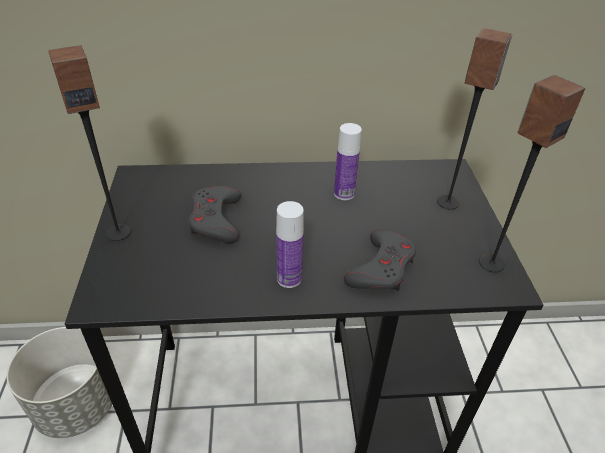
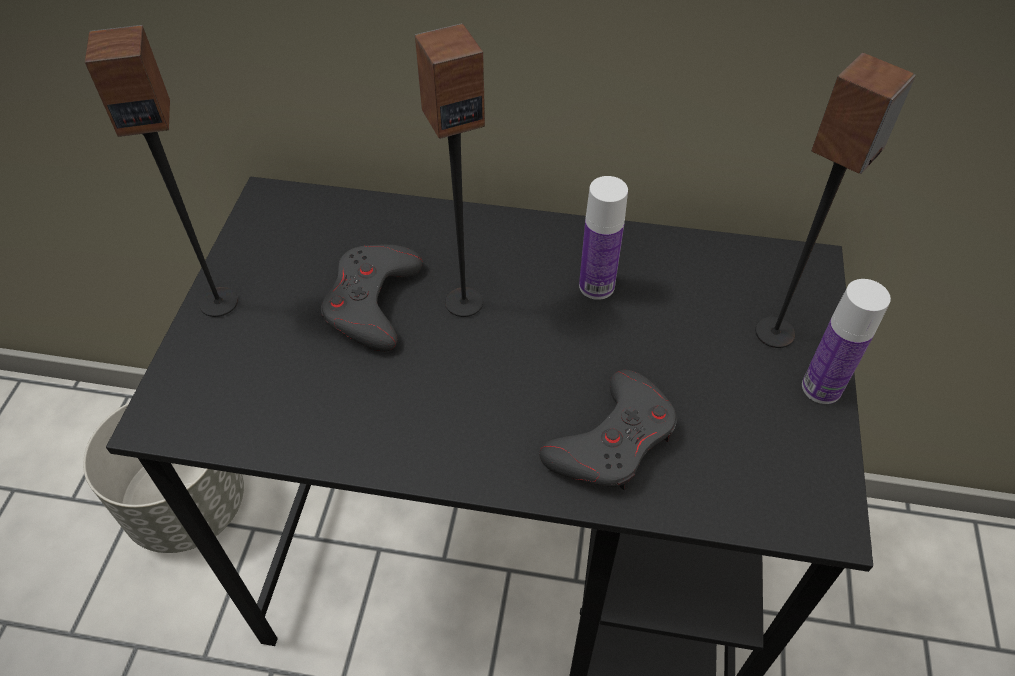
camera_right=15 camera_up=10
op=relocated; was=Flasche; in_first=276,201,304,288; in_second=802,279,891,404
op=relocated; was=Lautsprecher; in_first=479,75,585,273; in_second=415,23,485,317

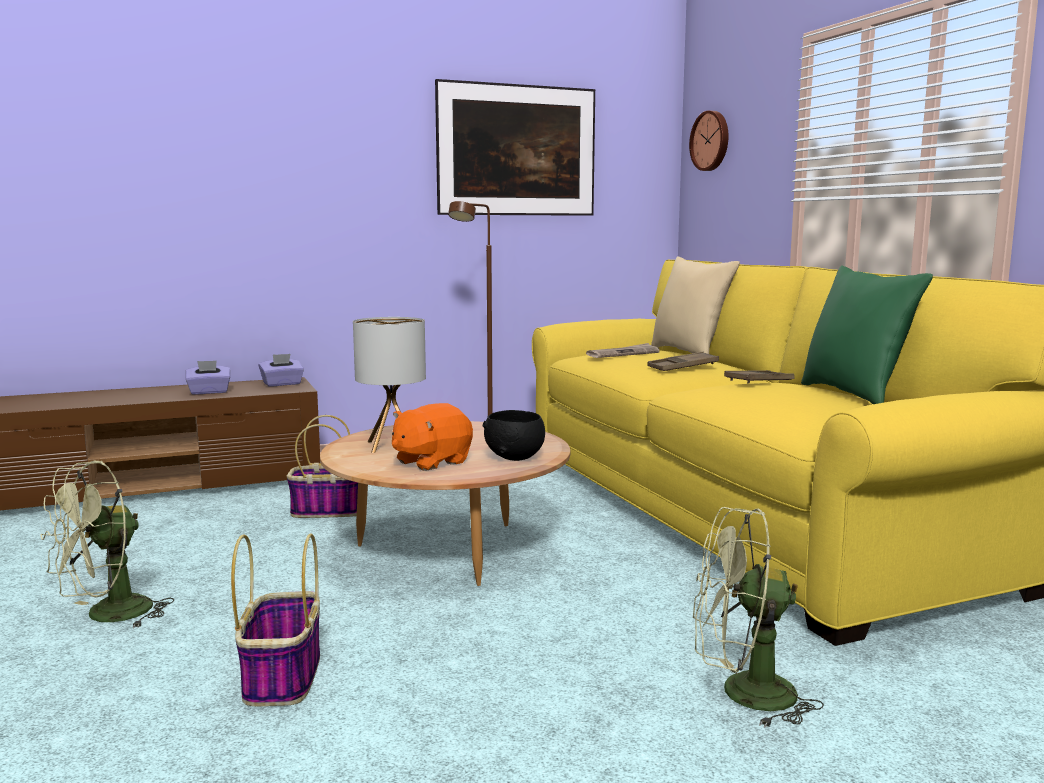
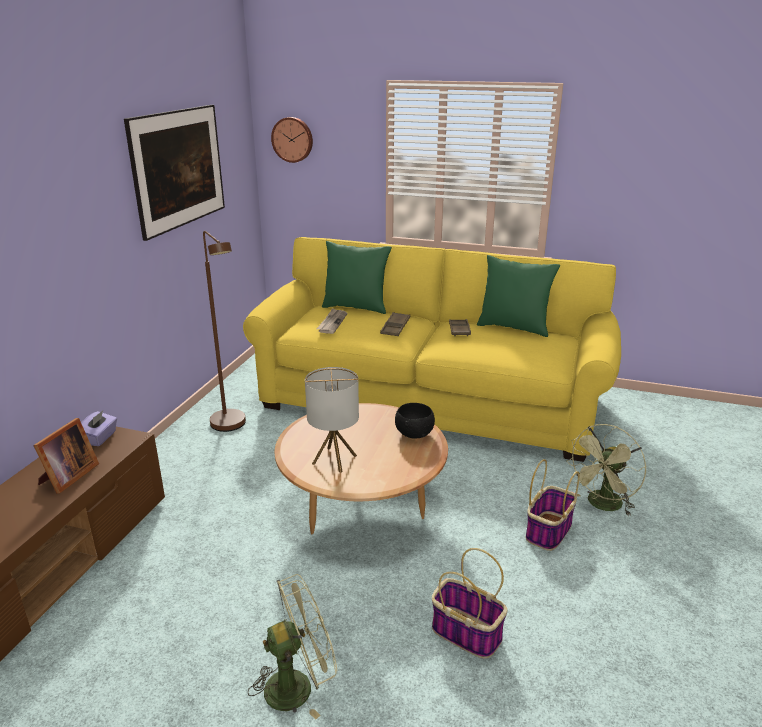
camera_right=-50 camera_up=15
op=spun; was=Ventilator [grün]; in_first=41,461,174,629; in_second=248,574,337,719; clockwise=-105
op=exchanged; was=Taschentuchbox [lila]; now=Bilderrahmen; in_first=186,361,230,395; in_second=33,418,99,494
op=relocated; was=Korb; in_first=287,415,358,518; in_second=526,459,580,551
op=missing; was=Plüschtier [orange]; in_first=392,403,473,471
op=colour; was=Kissen [beige]; now=Kissen [grün]; in_first=651,256,740,354; in_second=322,241,392,314

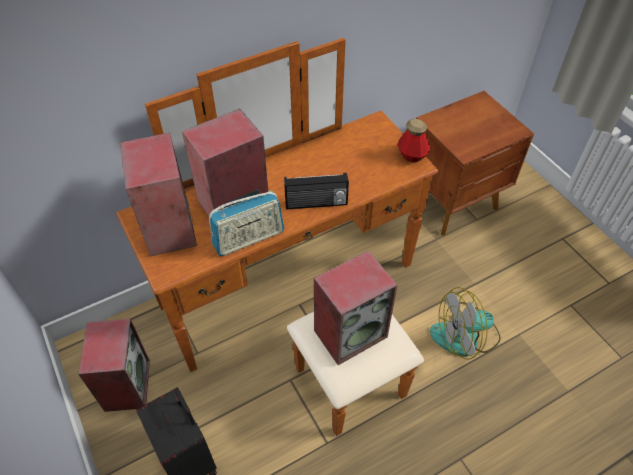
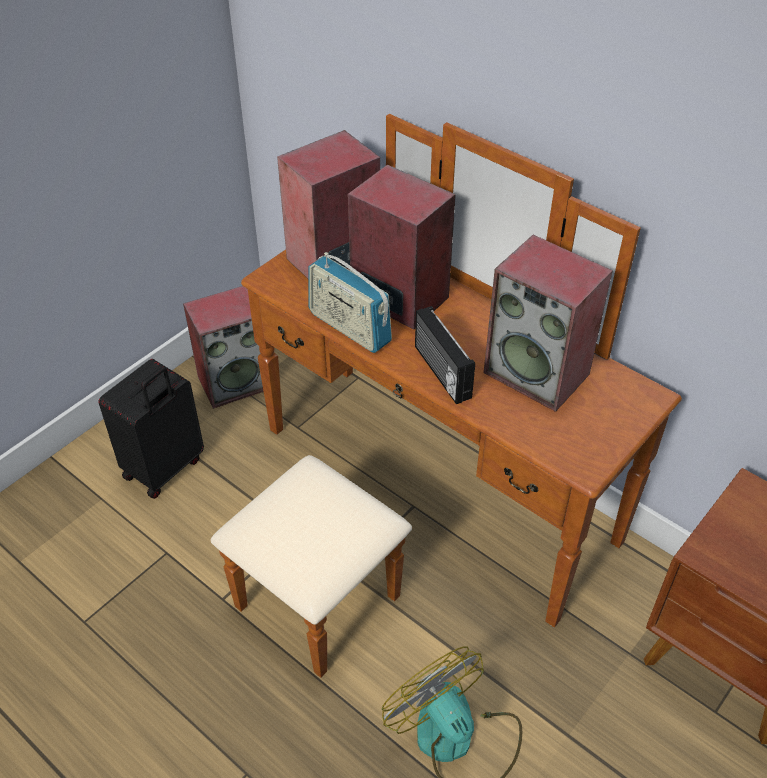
camera_right=70 camera_up=-5
op=relocated; was=Lautsprecher; in_first=314,250,397,365; in_second=484,235,613,412
op=missing; was=Flasche; in_first=397,119,430,162

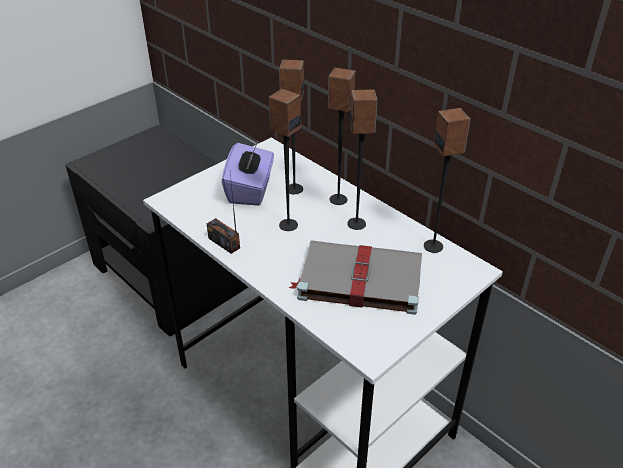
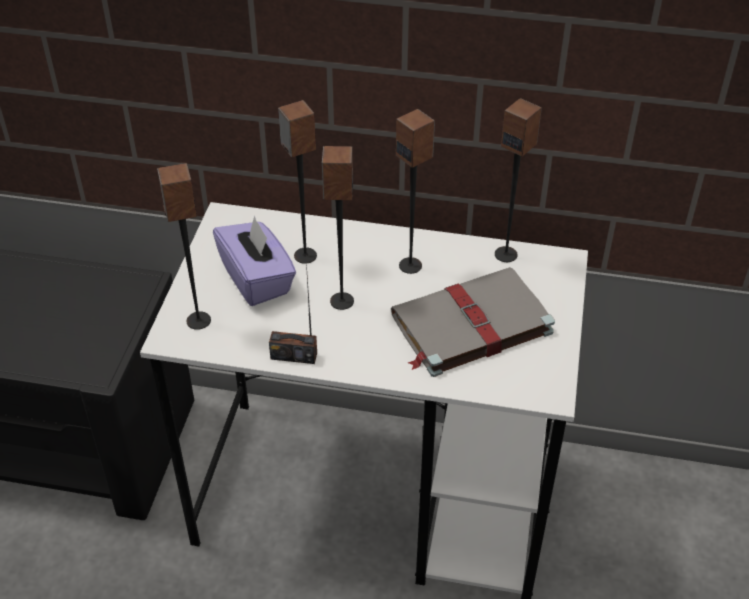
camera_right=-35 camera_up=5
op=relocated; was=Lautsprecher; in_first=328,68,356,205; in_second=157,163,211,330

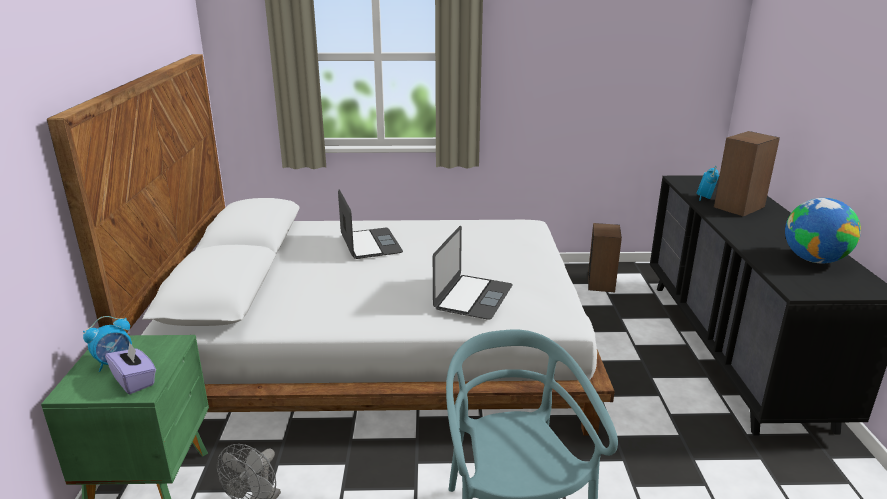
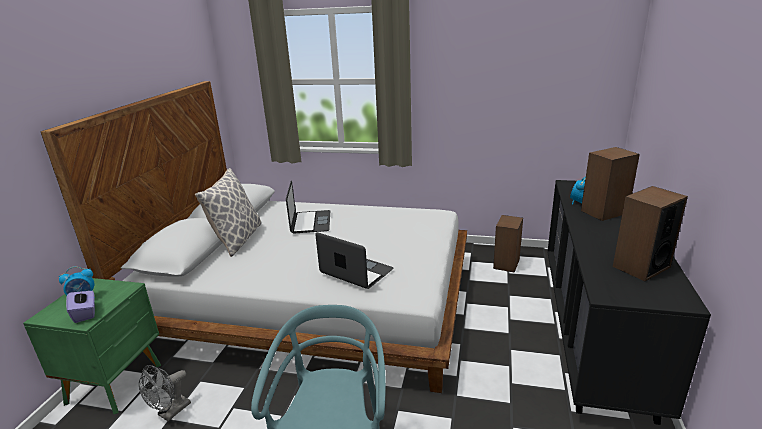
camera_right=15 camera_up=0
op=spun; was=Laptop; in_first=433,226,513,320; in_second=315,232,393,289; clockwise=-90
op=exchanged; was=Globus; now=Lautsprecher; in_first=785,198,861,263; in_second=613,186,688,281
op=appeared; now=Kissen; in_second=195,168,261,257

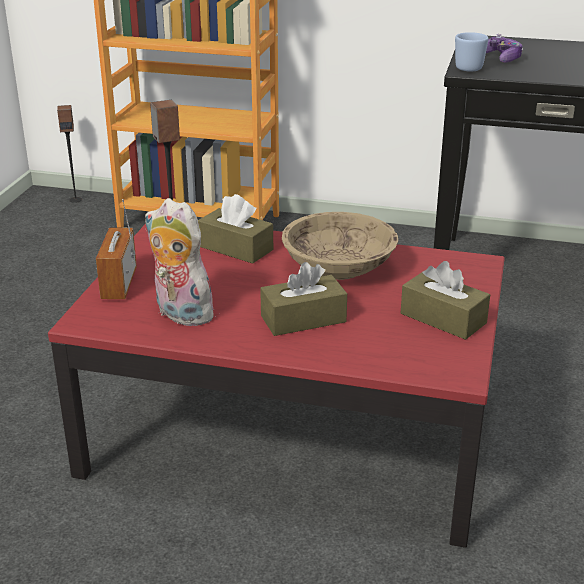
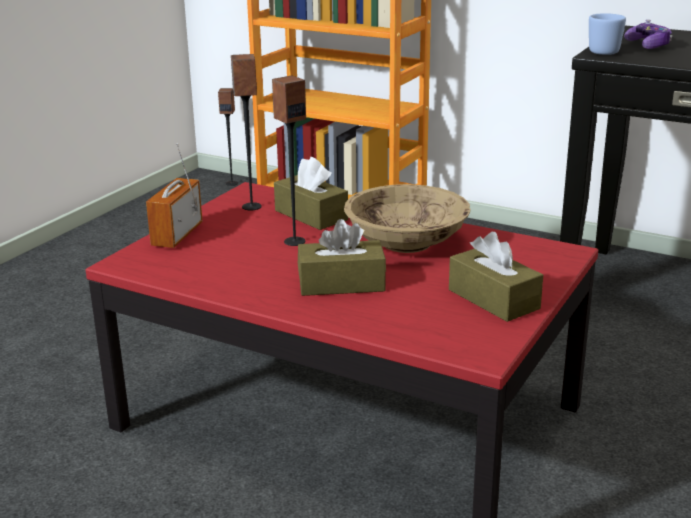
camera_right=15 camera_up=-5
op=missing; was=Plüschtier; in_first=145,198,221,326
op=appeared; now=Lautsprecher; in_second=272,75,306,246

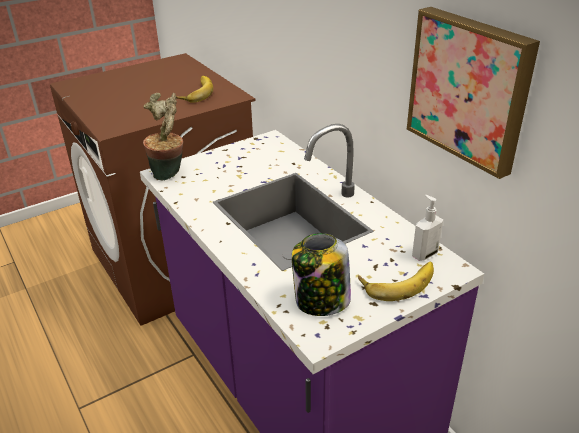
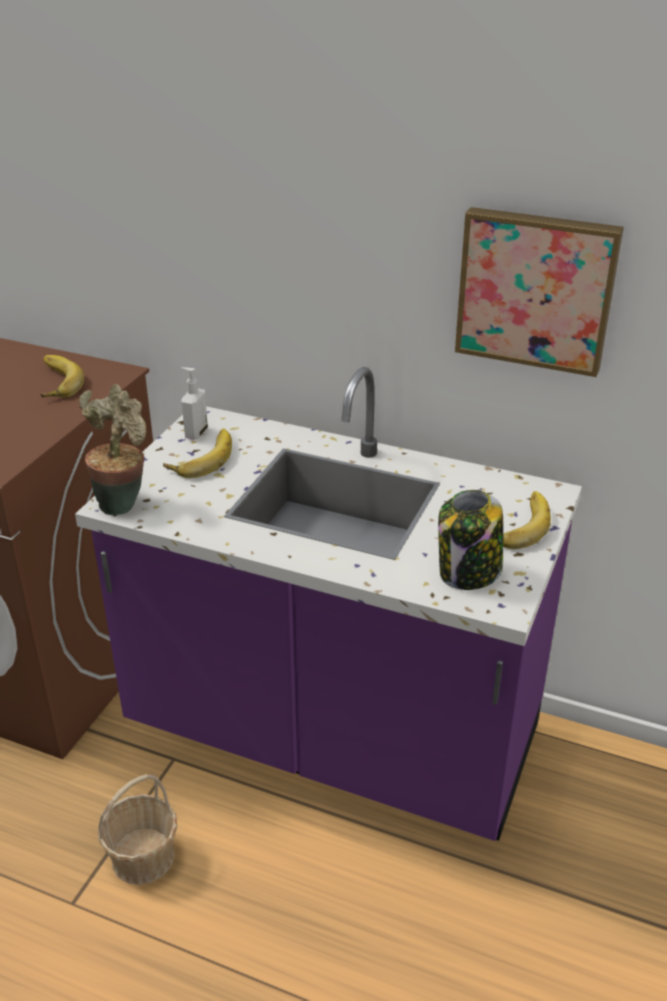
camera_right=-35 camera_up=0
op=relocated; was=Seifenspender; in_first=412,195,443,261; in_second=181,367,208,440
op=appeared; now=Korb; in_second=98,774,177,885
op=appeared; now=Banane; in_second=163,428,232,478

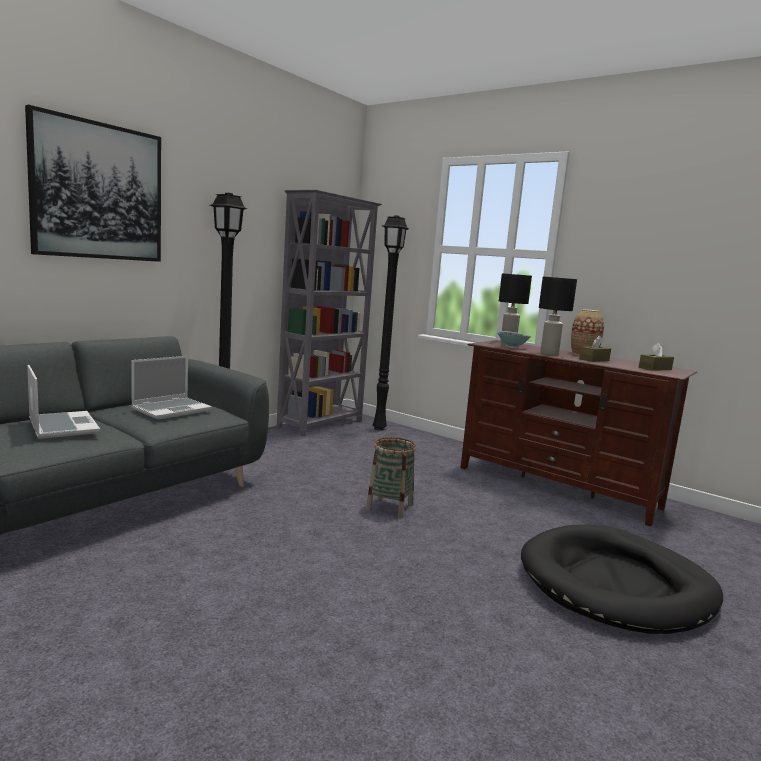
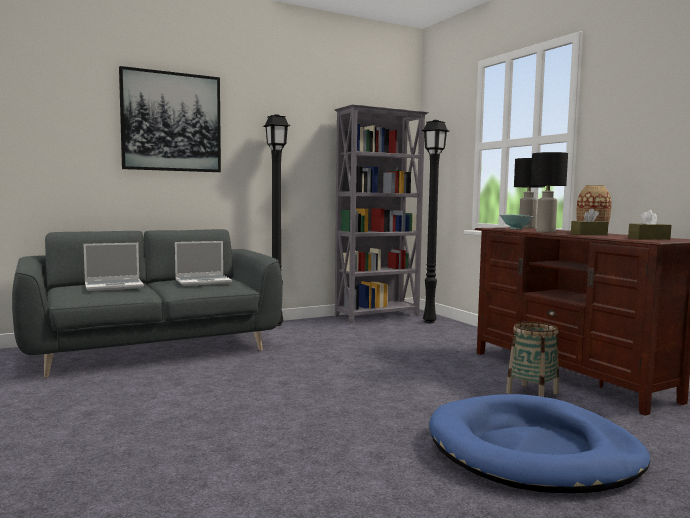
camera_right=25 camera_up=-5
op=spun; was=Laptop; in_first=27,365,100,439; in_second=84,243,144,291; clockwise=75
op=relocated; was=Korb; in_first=366,437,416,518; in_second=506,322,559,397
op=colour; was=Hundebett [schwarz]; now=Hundebett [blau]; in_first=521,525,723,634; in_second=429,394,650,493

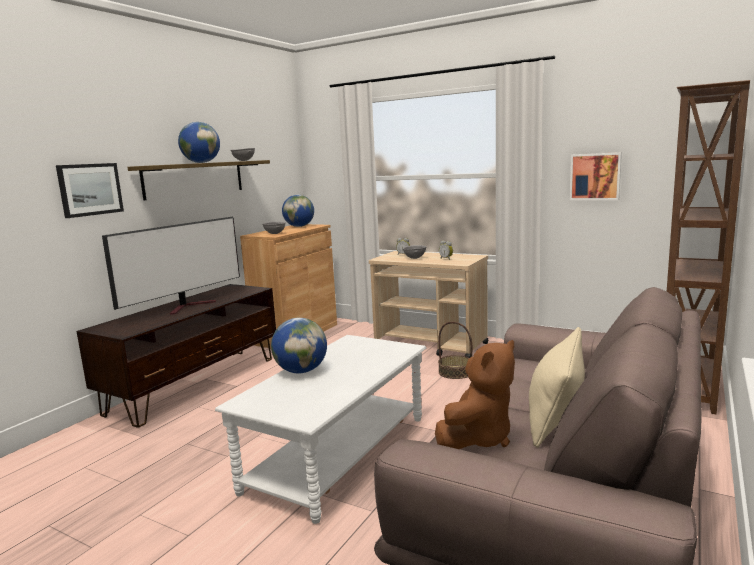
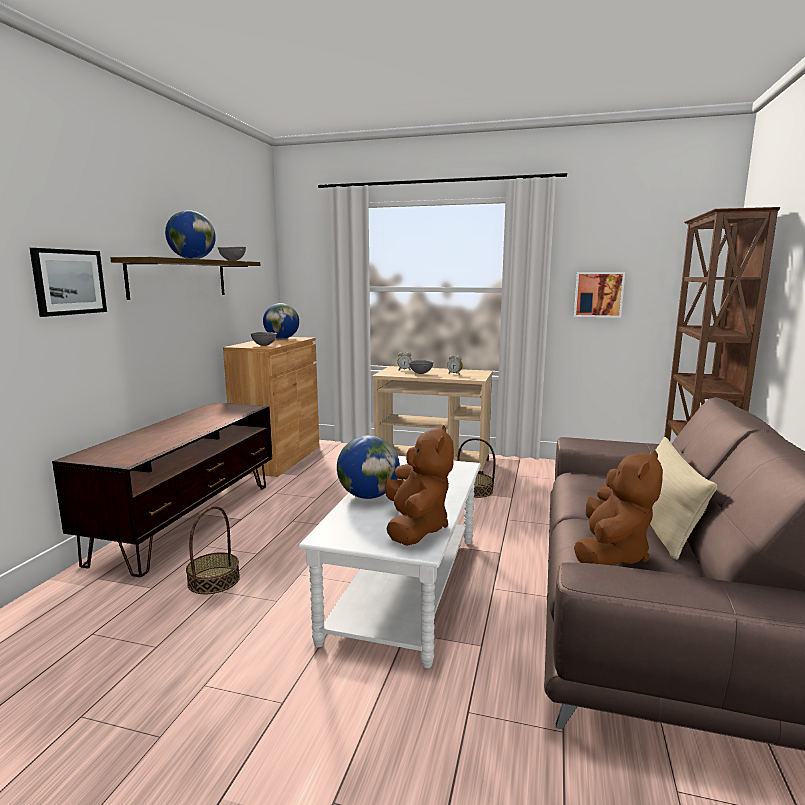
camera_right=-15 camera_up=0
op=missing; was=Fernseher; in_first=102,216,240,315
op=appeared; now=Korb; in_second=186,506,240,594
op=appeared; now=Plüschtier [braun]; in_second=385,425,454,546

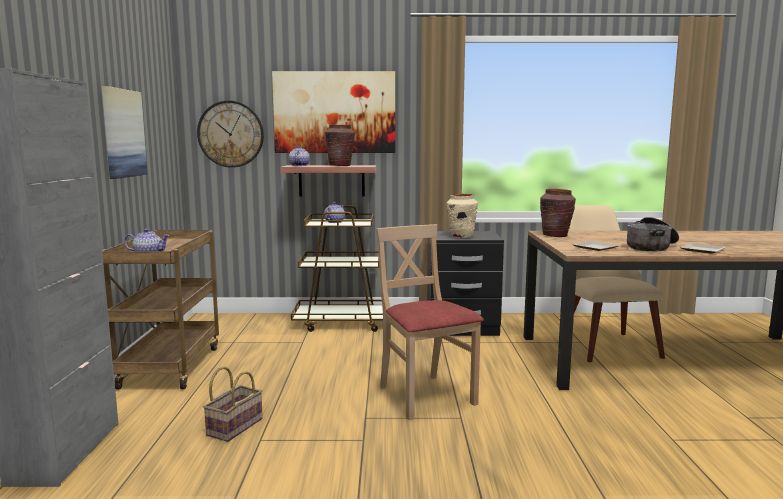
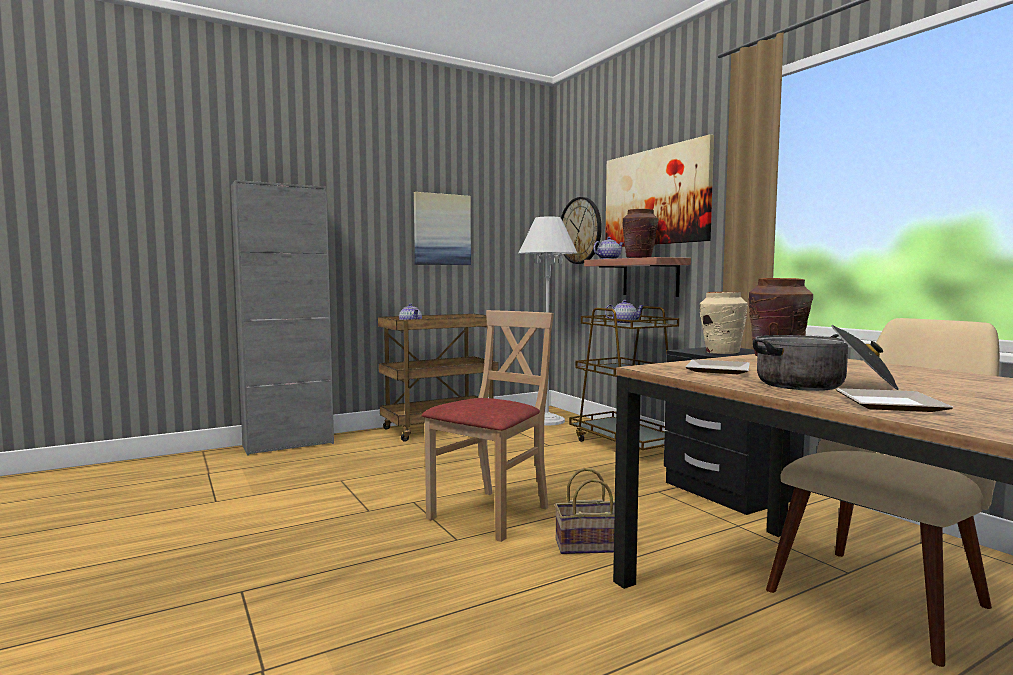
camera_right=60 camera_up=-5
op=relocated; was=Korb; in_first=203,366,263,442; in_second=555,468,615,554
op=appeared; now=Stehlampe [weiß]; in_second=519,216,577,425

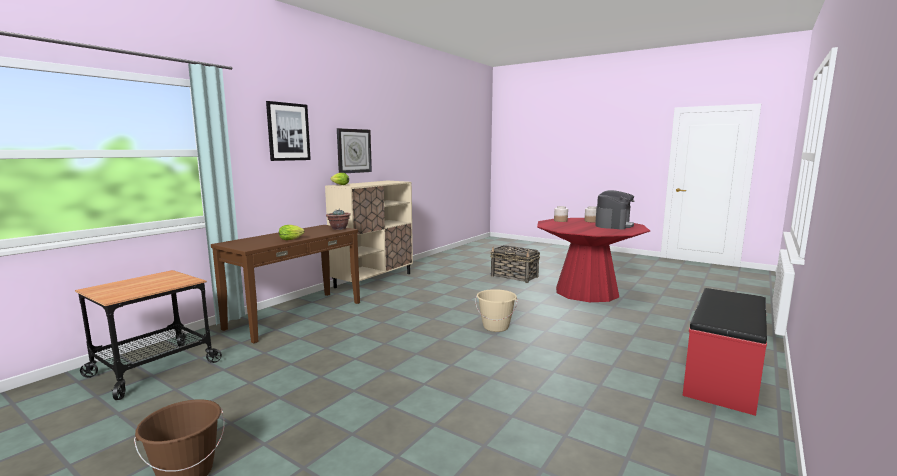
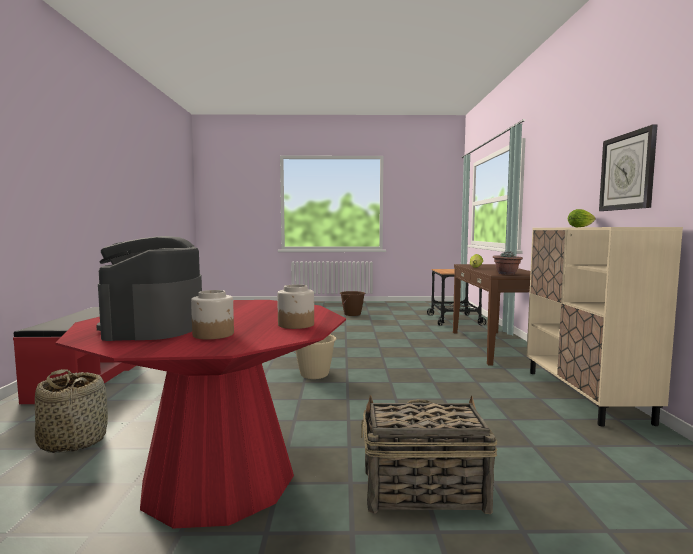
camera_right=145 camera_up=-5
op=missing; was=Bild; in_first=266,101,311,161
op=appeared; now=Korb; in_second=35,369,108,453

